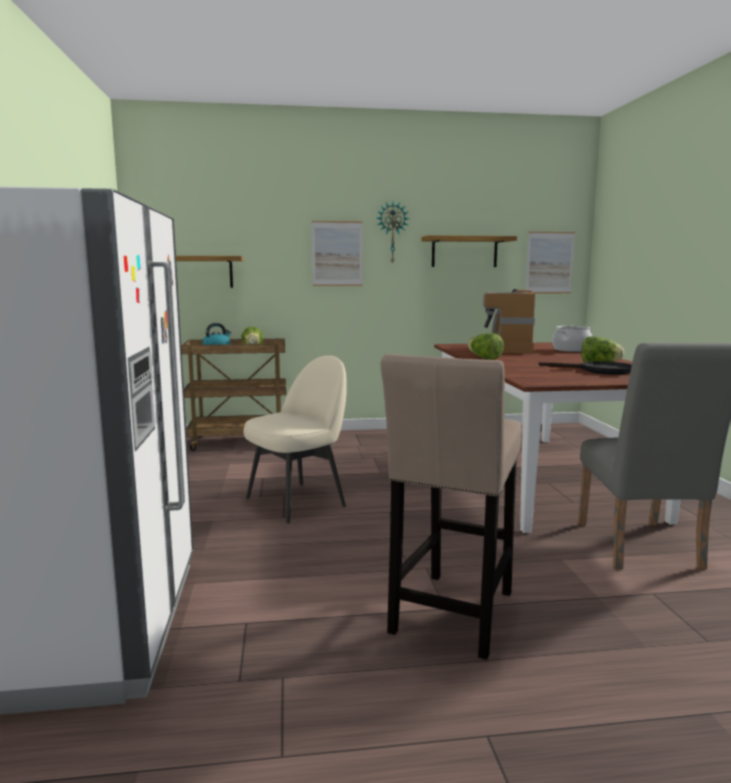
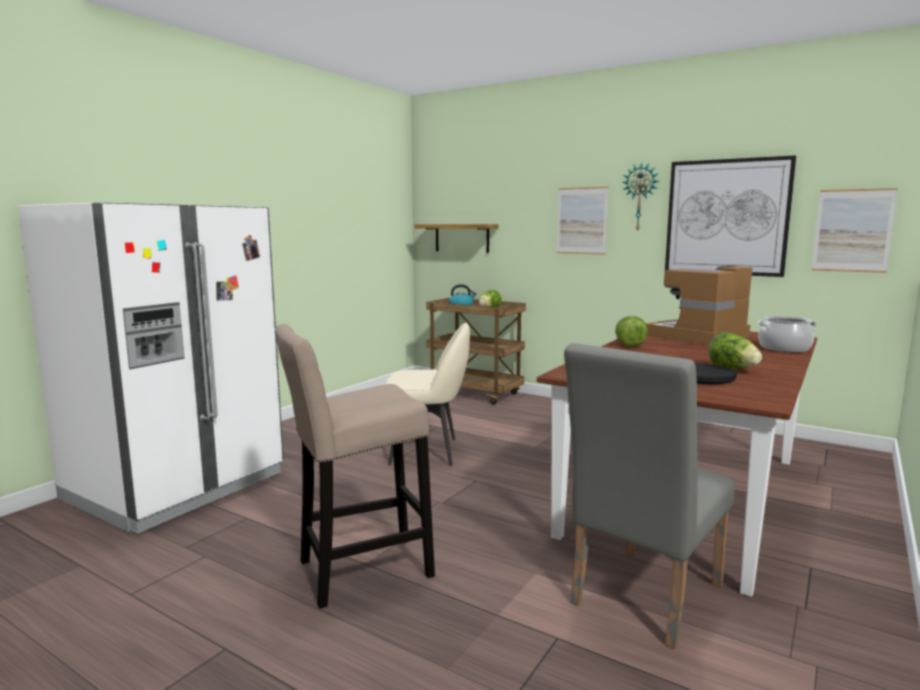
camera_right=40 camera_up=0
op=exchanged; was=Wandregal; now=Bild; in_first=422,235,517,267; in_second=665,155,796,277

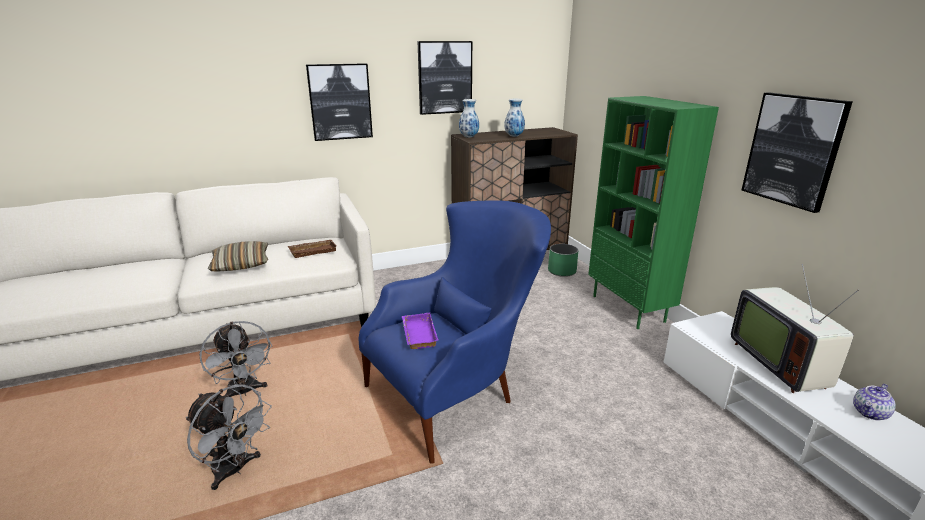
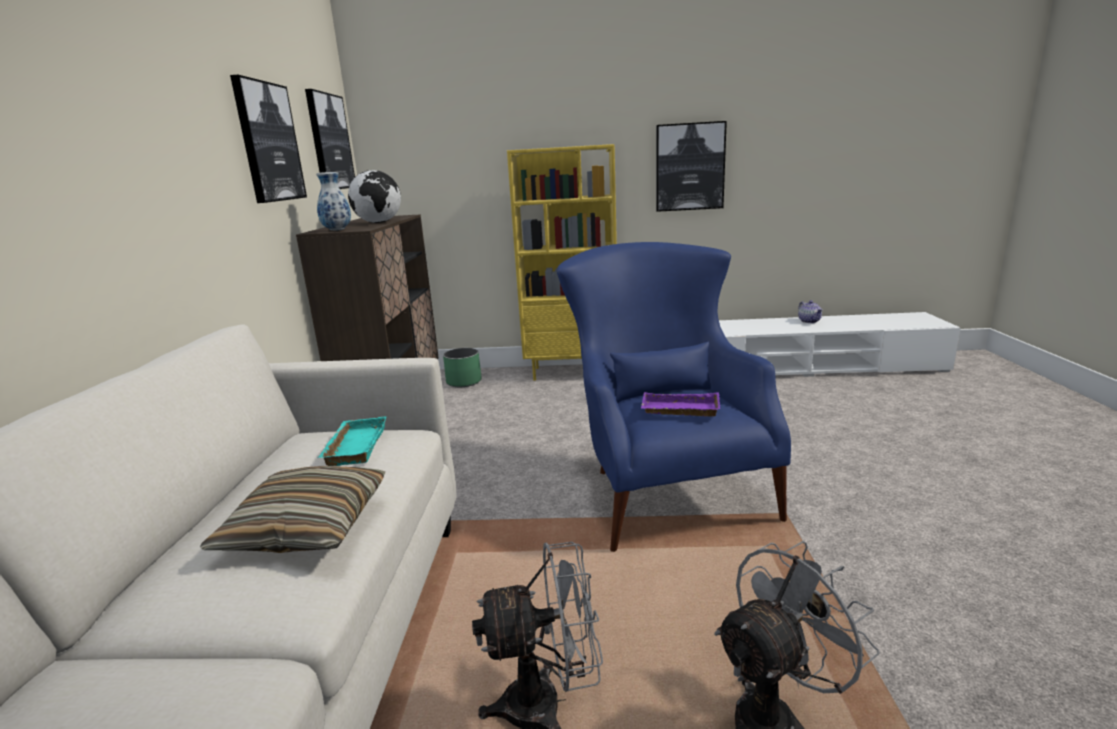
camera_right=-65 camera_up=-5
op=colour; was=Tablett [braun]; now=Tablett [türkis]; in_first=288,240,337,258; in_second=318,416,387,466
op=relocated; was=Bild; in_first=306,63,373,141; in_second=305,89,355,189
op=exchanged; was=Vase; now=Globus; in_first=504,99,525,137; in_second=348,170,401,223
op=colour; was=Bücherregal [grün]; now=Bücherregal [gelb]; in_first=588,96,719,329; in_second=507,144,617,381
op=missing; was=Fernseher; in_first=731,264,859,393

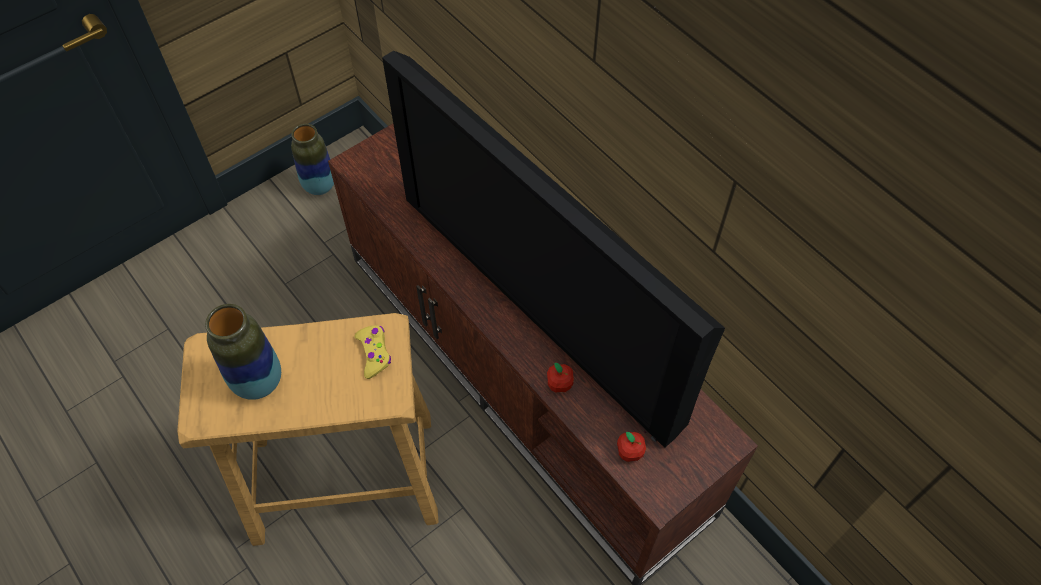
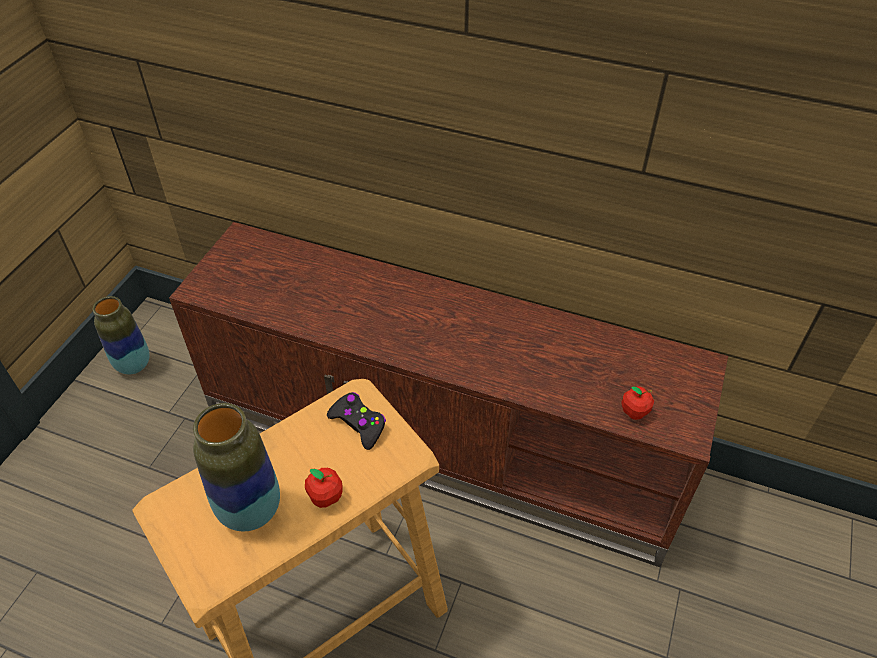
camera_right=-30 camera_up=-10
op=colour; was=Gamepad [gelb]; now=Gamepad [schwarz]; in_first=354,325,391,379; in_second=327,392,386,450
op=missing; was=Fernseher; in_first=382,51,725,448
op=relocated; was=Apfel; in_first=547,362,574,392; in_second=305,468,343,508

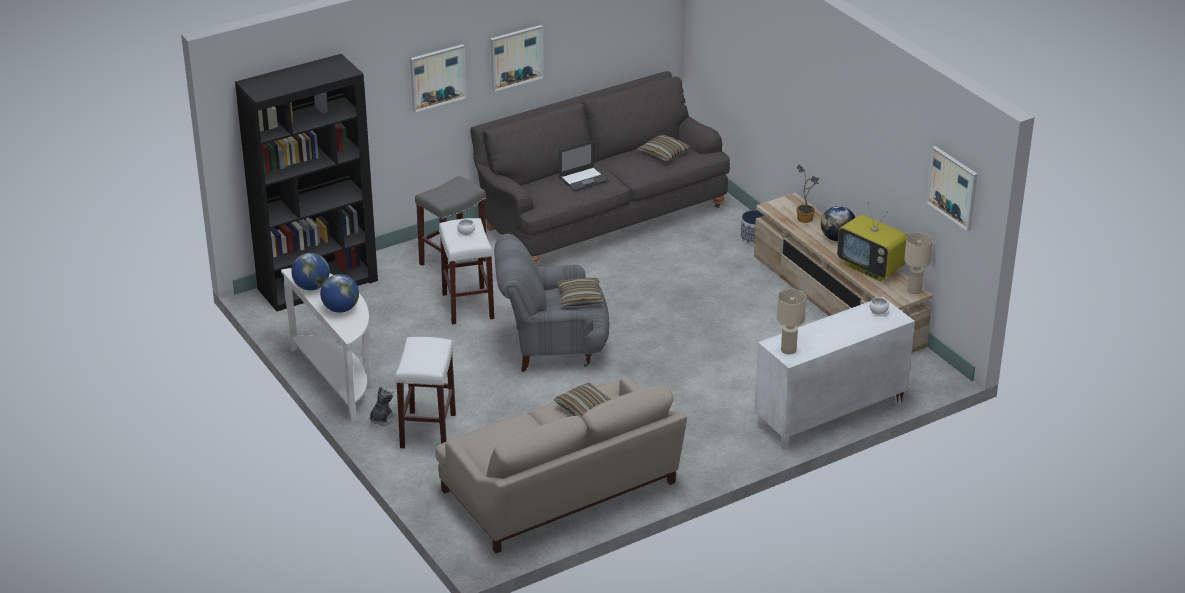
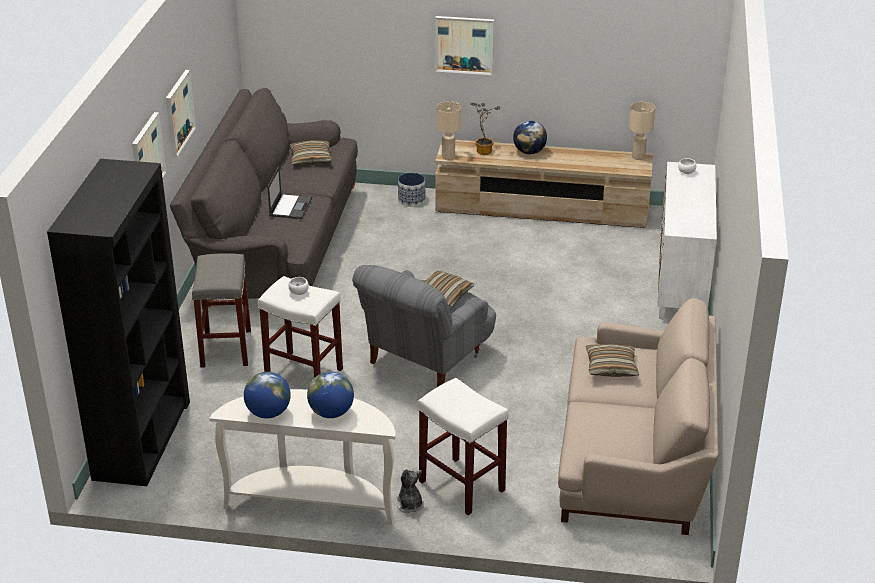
camera_right=-50 camera_up=0
op=relocated; was=Tischlampe [beige]; in_first=777,289,806,355; in_second=437,101,461,160
op=missing; was=Fernseher; in_first=837,202,908,281
op=relocated; was=Bild; in_first=926,146,978,231; in_second=435,16,494,75

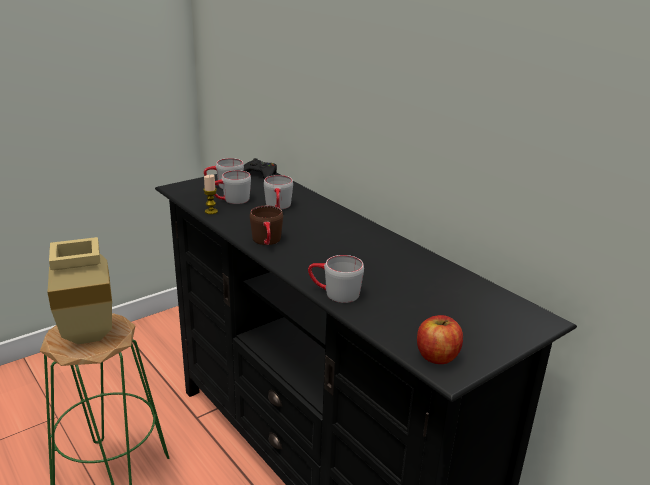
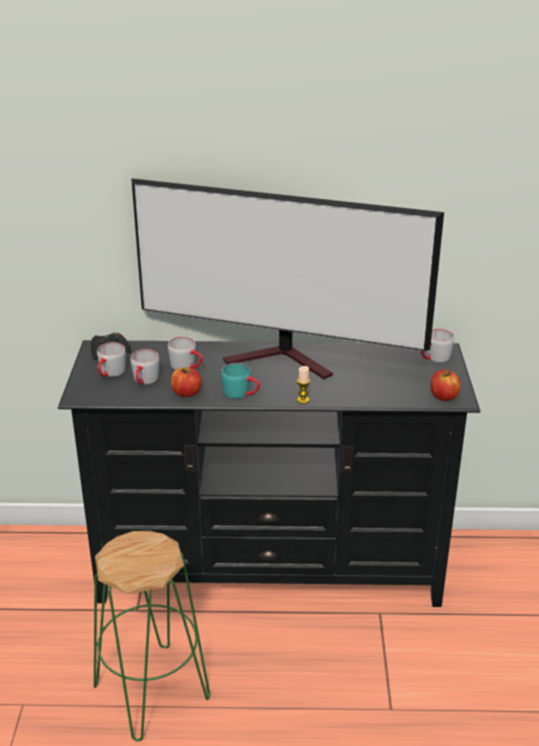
camera_right=-50 camera_up=5
op=missing; was=Vase [beige]; in_first=47,237,112,344
op=relocated; was=Kerze; in_first=203,175,218,214; in_second=297,366,310,404
op=colour; was=Henkelbecher [braun]; now=Henkelbecher [türkis]; in_first=250,206,283,245; in_second=221,363,260,399
op=relocated; was=Henkelbecher [grau]; in_first=308,255,364,303; in_second=421,329,454,362
op=appeared; now=Fernseher; in_second=131,178,444,379
op=appeared; now=Apfel; in_second=171,367,202,397

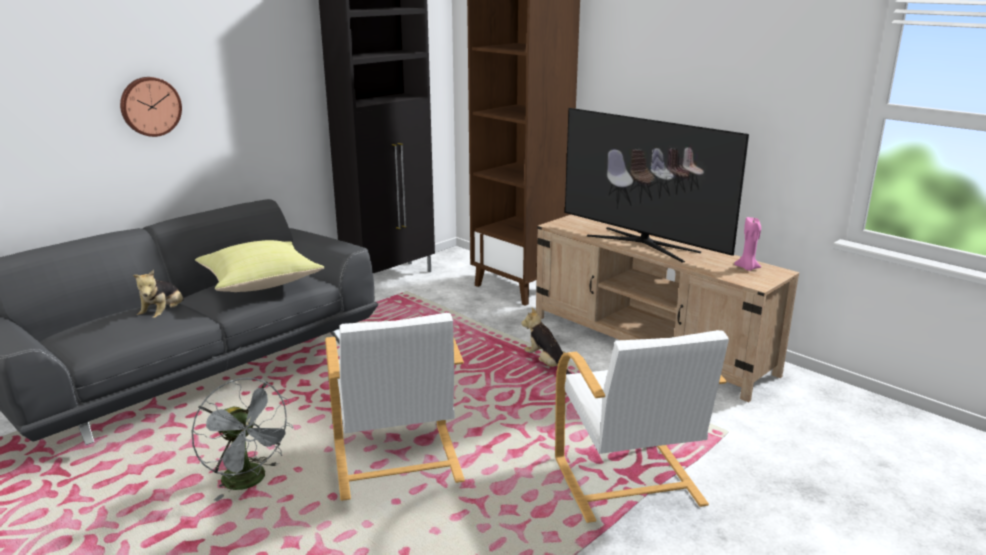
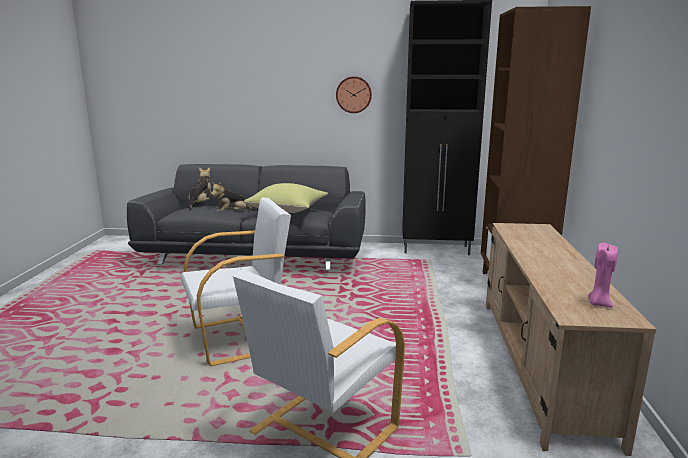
camera_right=50 camera_up=-5
op=relocated; was=Wanduhr; in_first=120,77,182,137; in_second=336,76,372,113
op=missing; was=Ventilator [grau]; in_first=191,378,294,501
op=spun; was=Sessel [weiß]; in_first=325,313,465,501; in_second=181,197,291,366; clockwise=-150
op=relocated; was=Plüschtier; in_first=521,308,572,374; in_second=189,168,215,211
op=missing; was=Fernseher; in_first=565,108,749,263

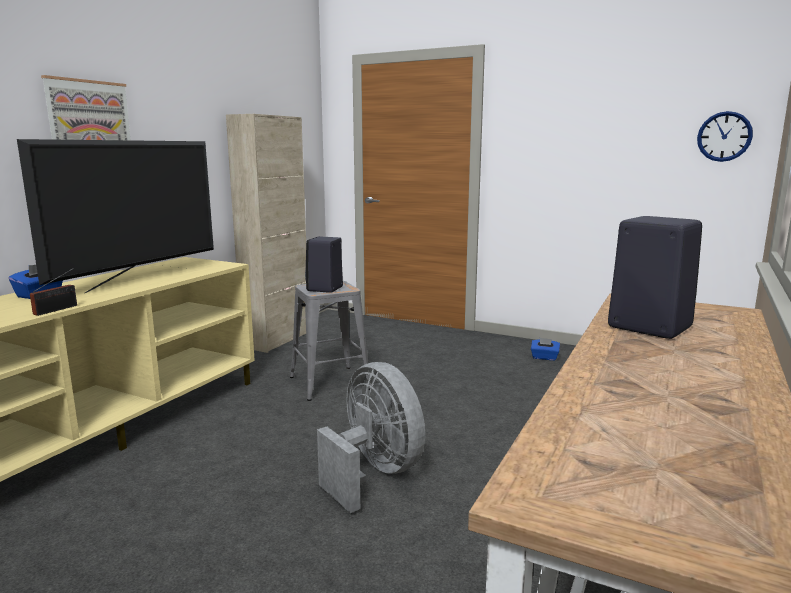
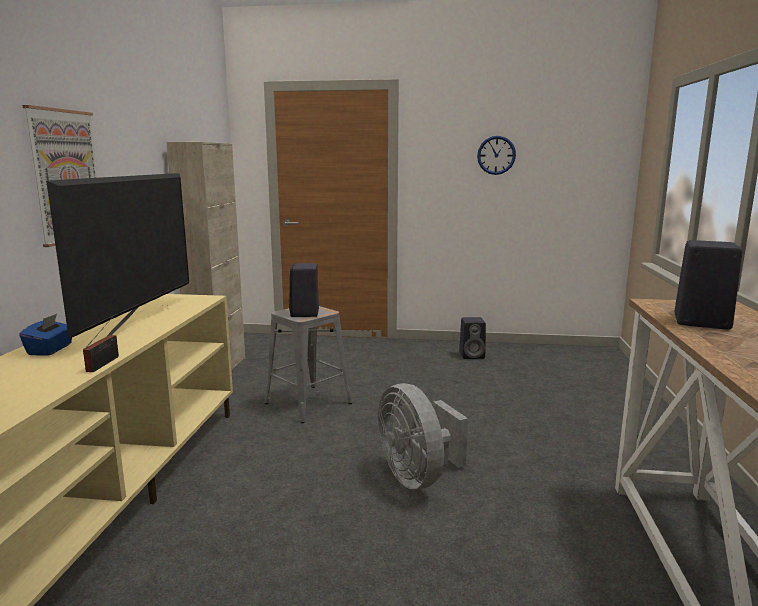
camera_right=-20 camera_up=0
op=spun; was=Ventilator [grau]; in_first=317,362,425,513; in_second=378,383,468,490; clockwise=-150
op=exchanged; was=Taschentuchbox [blau]; now=Lautsprecher [schwarz]; in_first=531,338,560,361; in_second=459,317,486,359
op=relocated; was=Wanduhr; in_first=697,111,753,162; in_second=477,136,516,175

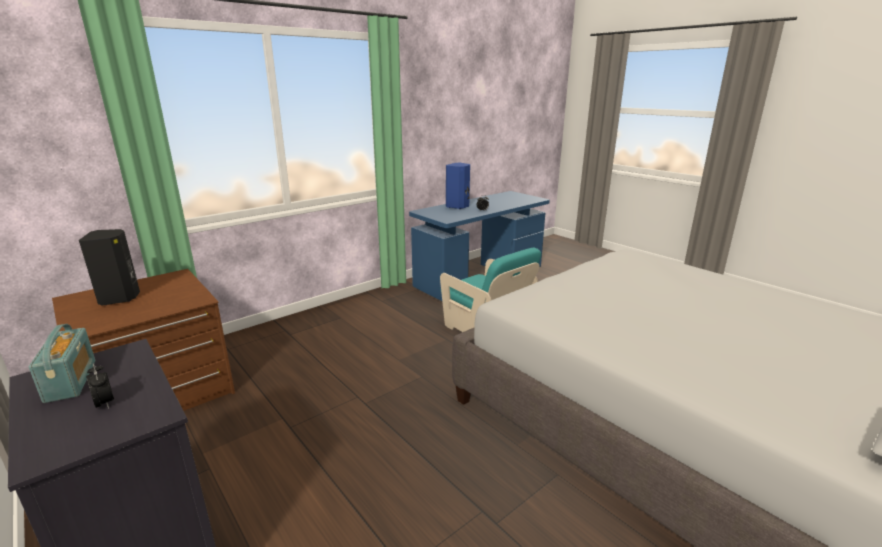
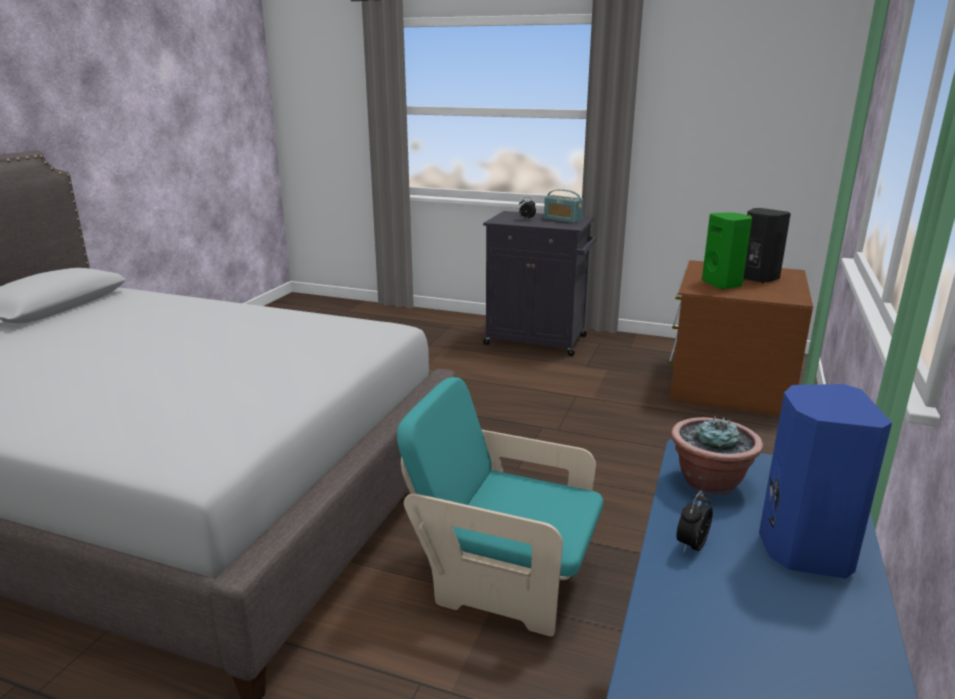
camera_right=150 camera_up=0
op=appeared; now=Topfpflanze; in_second=671,416,763,495
op=appeared; now=Lautsprecher [grün]; in_second=702,212,752,290

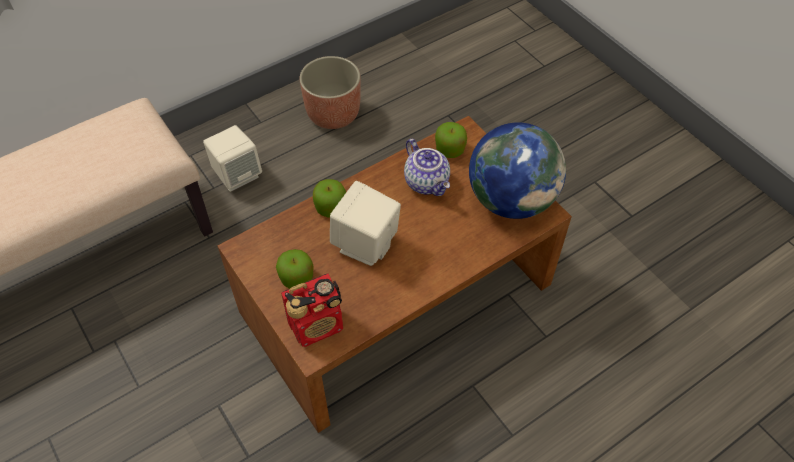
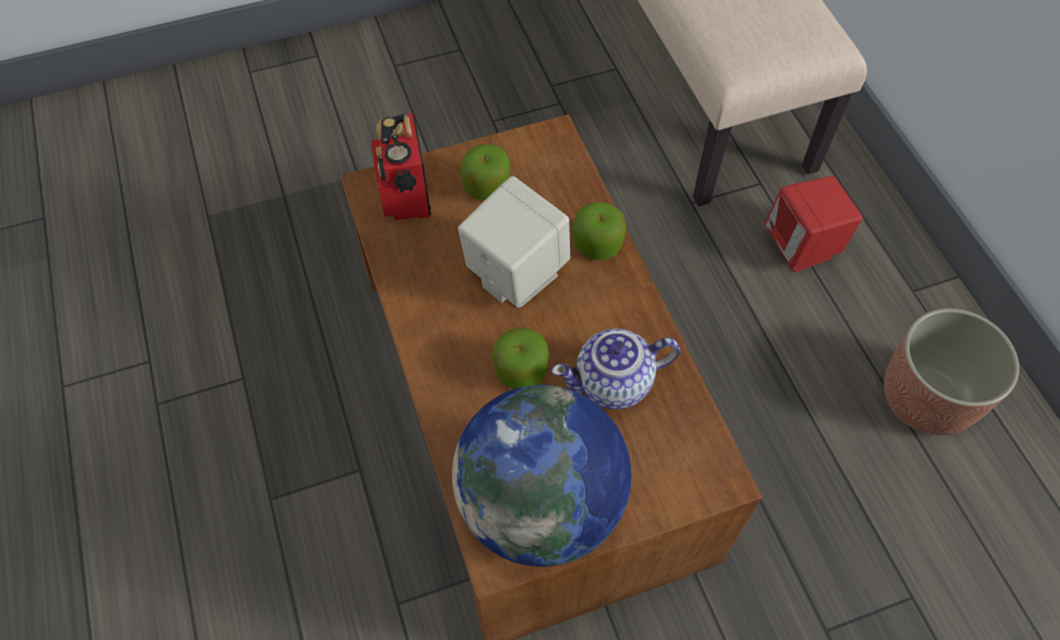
camera_right=105 camera_up=5
op=colour; was=Lautsprecher [beige]; now=Lautsprecher [rot]; in_first=203,125,262,192; in_second=764,176,863,272
op=relocated; was=Apfel; in_first=435,122,467,158; in_second=491,328,549,389

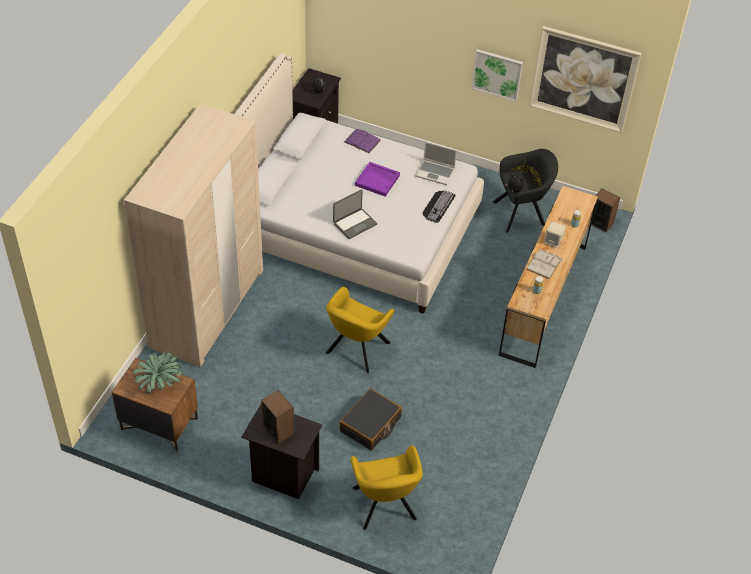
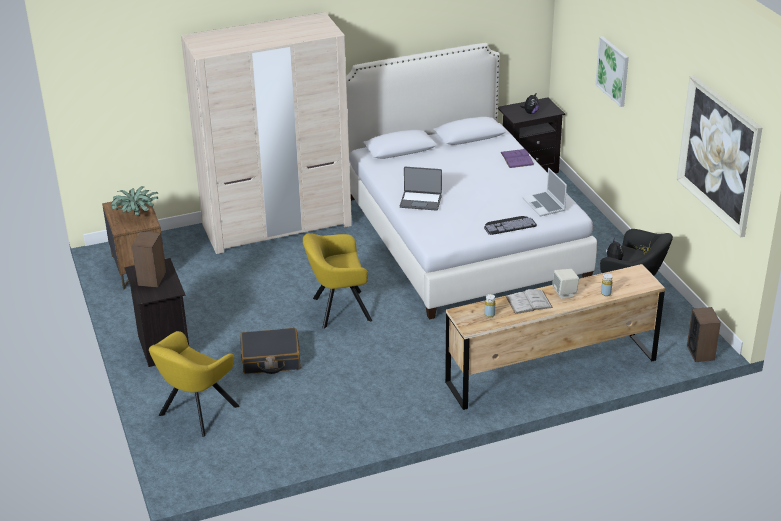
camera_right=50 camera_up=-15
op=missing; was=Tablett [lila]; in_first=355,162,400,197
op=relocated; was=Bild; in_first=471,49,523,102; in_second=595,36,629,107

